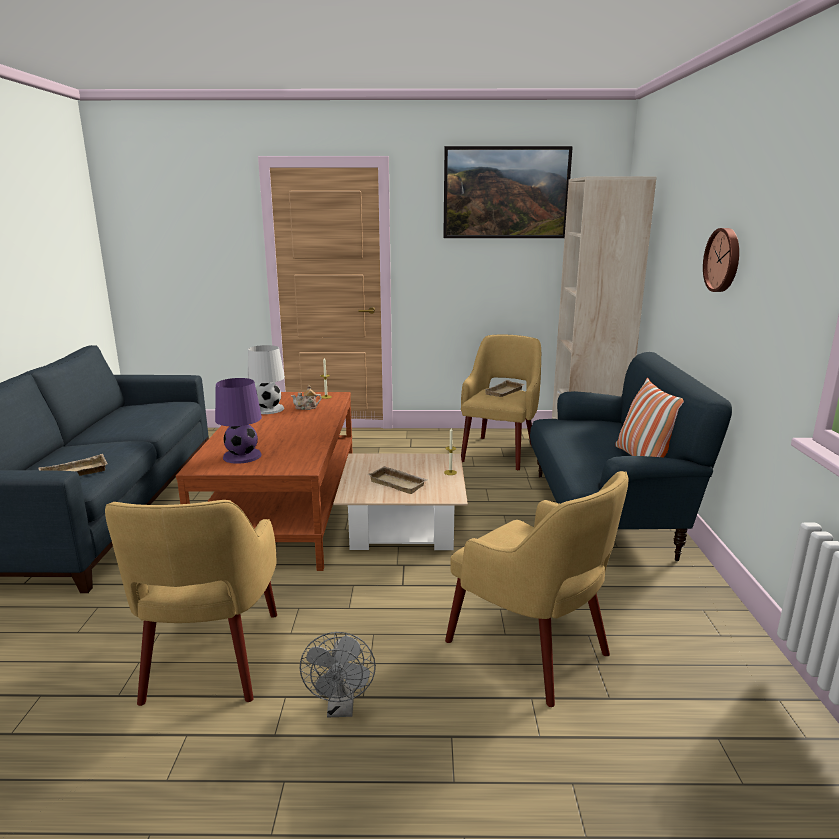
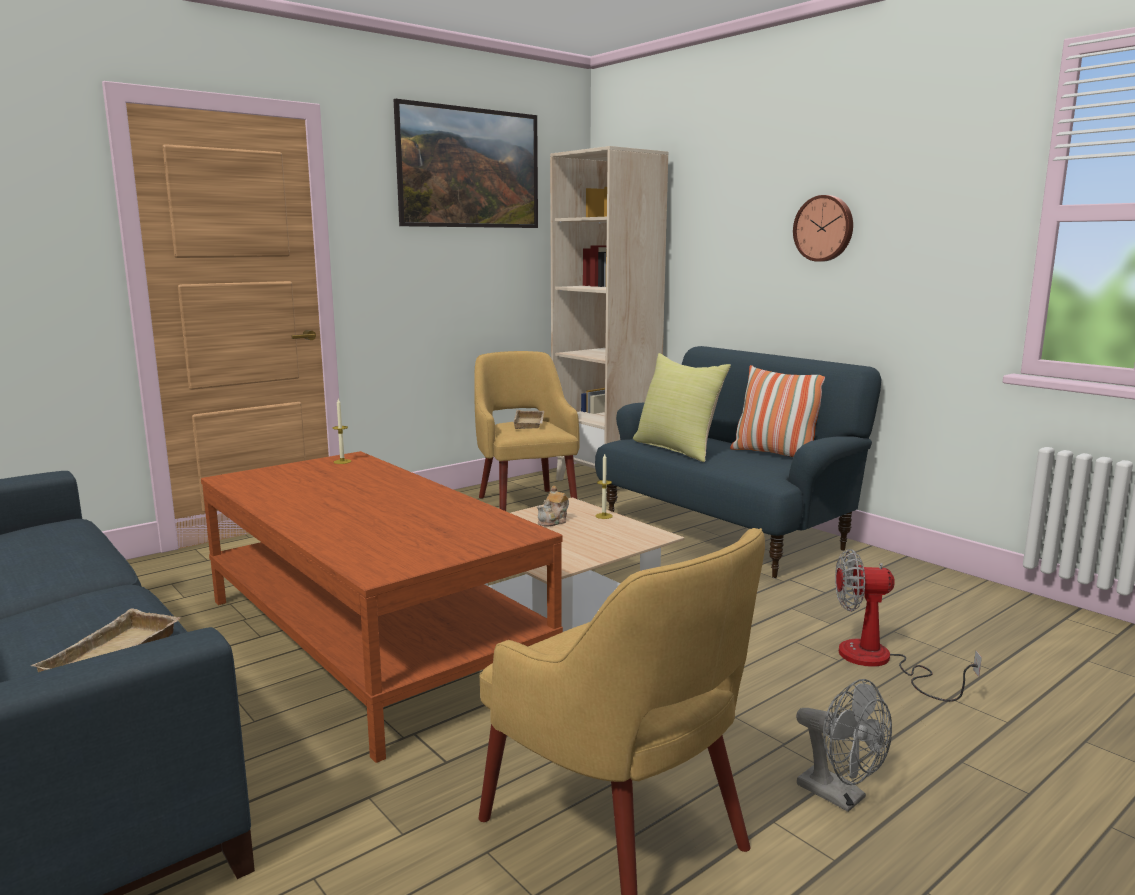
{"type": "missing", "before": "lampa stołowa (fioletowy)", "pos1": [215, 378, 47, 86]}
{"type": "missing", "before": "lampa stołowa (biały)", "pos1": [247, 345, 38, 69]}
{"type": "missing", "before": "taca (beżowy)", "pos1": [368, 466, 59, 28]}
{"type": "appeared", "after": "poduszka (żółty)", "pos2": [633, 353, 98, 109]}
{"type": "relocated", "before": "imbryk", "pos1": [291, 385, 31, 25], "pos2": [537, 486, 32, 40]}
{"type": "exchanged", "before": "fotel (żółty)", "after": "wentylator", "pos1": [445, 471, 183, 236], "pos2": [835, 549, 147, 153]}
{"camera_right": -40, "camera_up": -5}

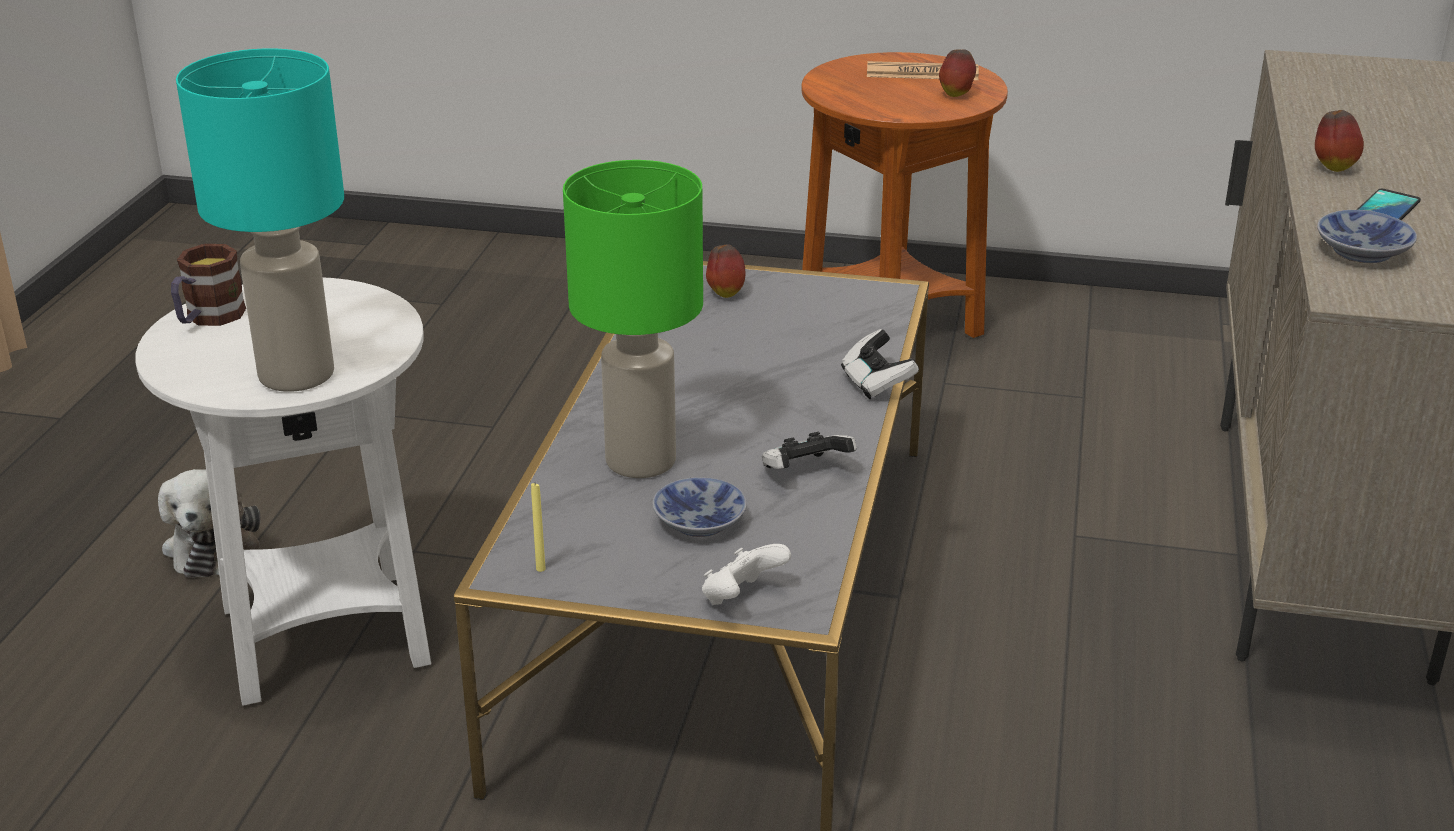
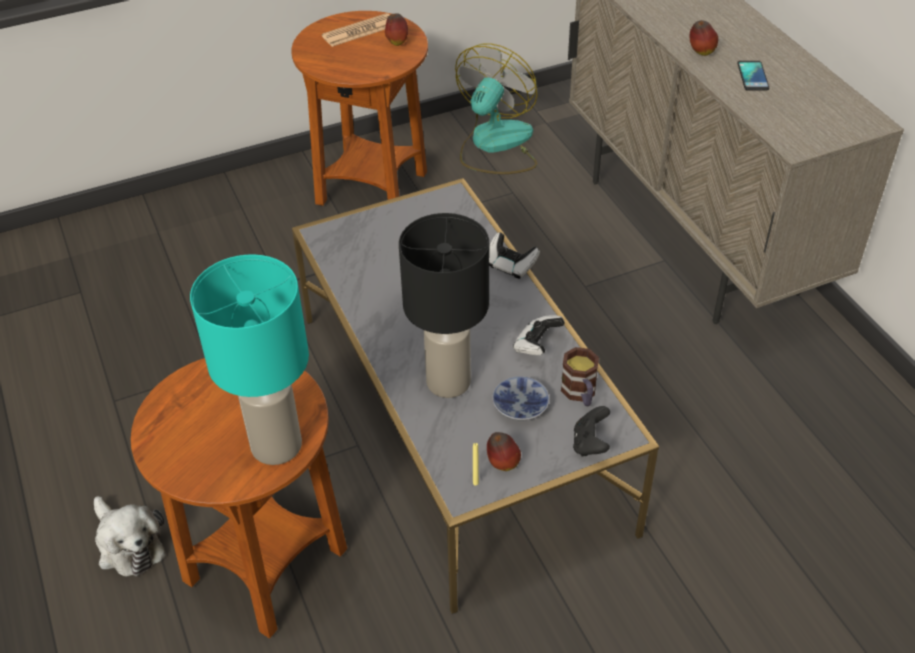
{"type": "missing", "before": "miska", "pos1": [1317, 210, 100, 53]}
{"type": "appeared", "after": "wentylator", "pos2": [455, 43, 82, 131]}
{"type": "relocated", "before": "kubek", "pos1": [171, 244, 75, 82], "pos2": [561, 347, 38, 59]}
{"type": "relocated", "before": "jabłko", "pos1": [706, 244, 39, 54], "pos2": [487, 432, 34, 39]}
{"type": "colour", "before": "stolik (biały)", "after": "stolik (brązowy)", "pos1": [135, 278, 296, 428], "pos2": [131, 358, 216, 281]}
{"type": "colour", "before": "lampa stołowa (zielony)", "after": "lampa stołowa (czarny)", "pos1": [563, 160, 140, 318], "pos2": [399, 213, 90, 185]}
{"type": "colour", "before": "pad do gier (biały)", "after": "pad do gier (czarny)", "pos1": [702, 544, 89, 61], "pos2": [573, 406, 37, 51]}
{"camera_right": -35, "camera_up": 15}

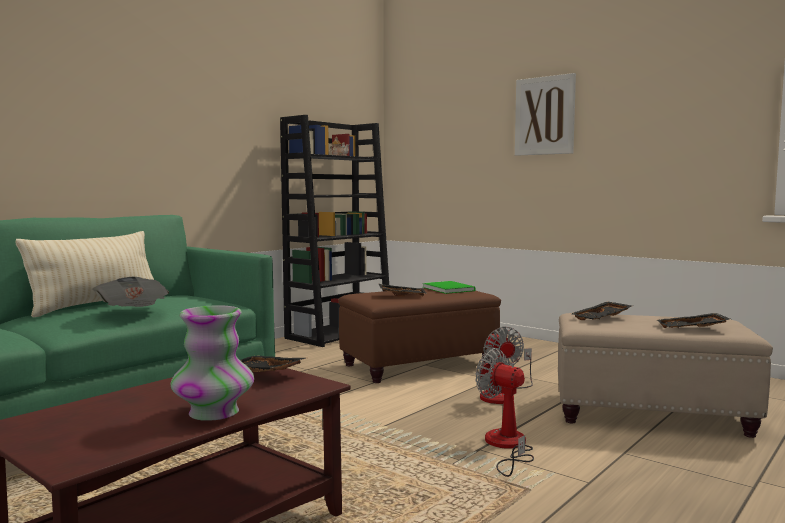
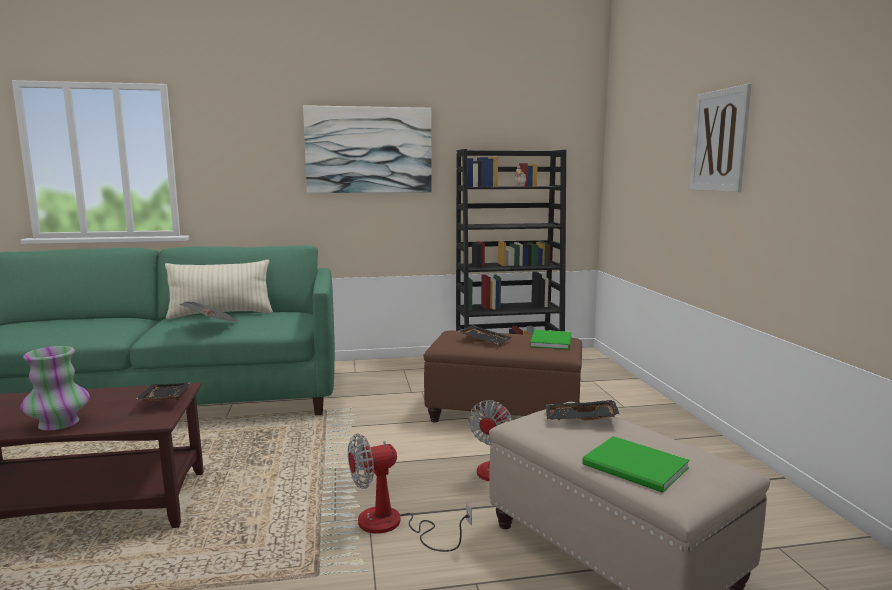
{"type": "appeared", "after": "obraz", "pos2": [303, 105, 129, 88]}
{"type": "exchanged", "before": "taca (czarny)", "after": "książka (zielony)", "pos1": [656, 313, 75, 15], "pos2": [582, 436, 108, 57]}
{"type": "spun", "before": "wentylator", "pos1": [476, 348, 58, 129], "pos2": [348, 434, 124, 118], "turn": -105}
{"camera_right": 40, "camera_up": 5}

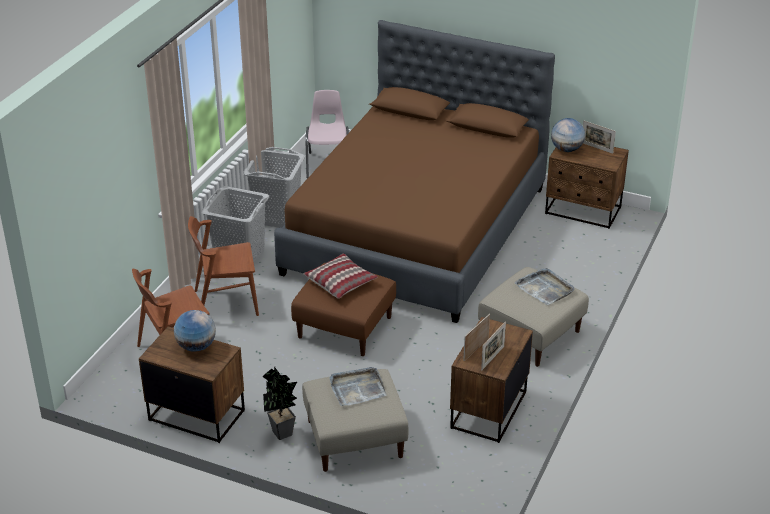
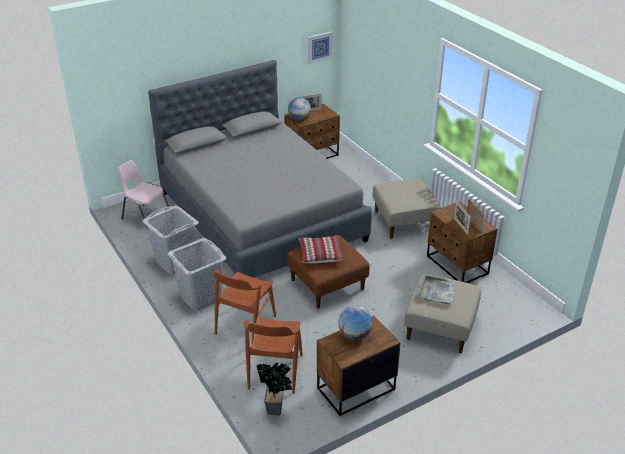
{"type": "missing", "before": "taca (szary)", "pos1": [514, 268, 60, 37]}
{"type": "appeared", "after": "obraz", "pos2": [308, 31, 25, 33]}
{"type": "relocated", "before": "roślina doniczkowa", "pos1": [262, 366, 35, 74], "pos2": [256, 360, 36, 55]}
{"type": "colour", "before": "łóżko (brązowy)", "after": "łóżko (szary)", "pos1": [274, 20, 281, 303], "pos2": [148, 60, 224, 218]}
{"camera_right": -55, "camera_up": 0}

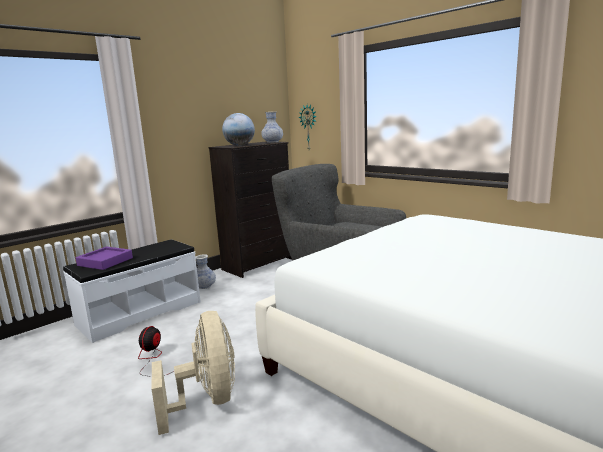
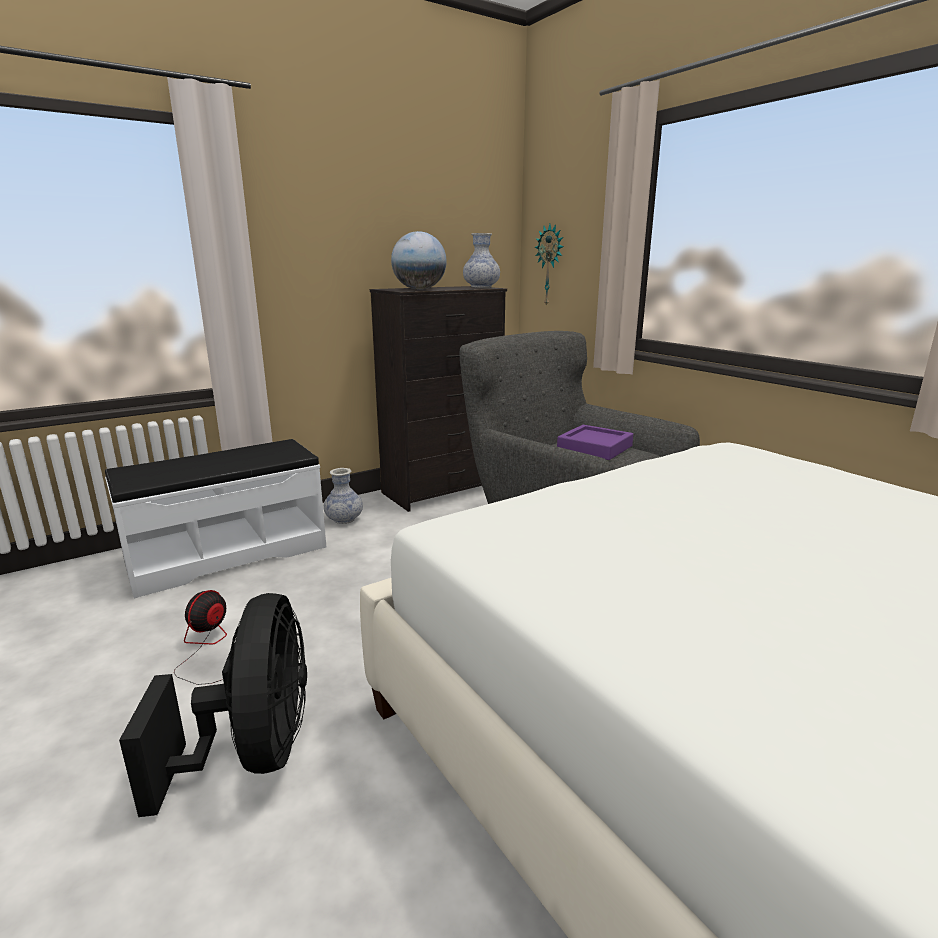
{"type": "relocated", "before": "taca (fioletowy)", "pos1": [76, 247, 57, 23], "pos2": [557, 425, 76, 35]}
{"type": "colour", "before": "wentylator (beżowy)", "after": "wentylator (czarny)", "pos1": [152, 311, 83, 124], "pos2": [119, 593, 188, 224]}
{"camera_right": 10, "camera_up": 5}

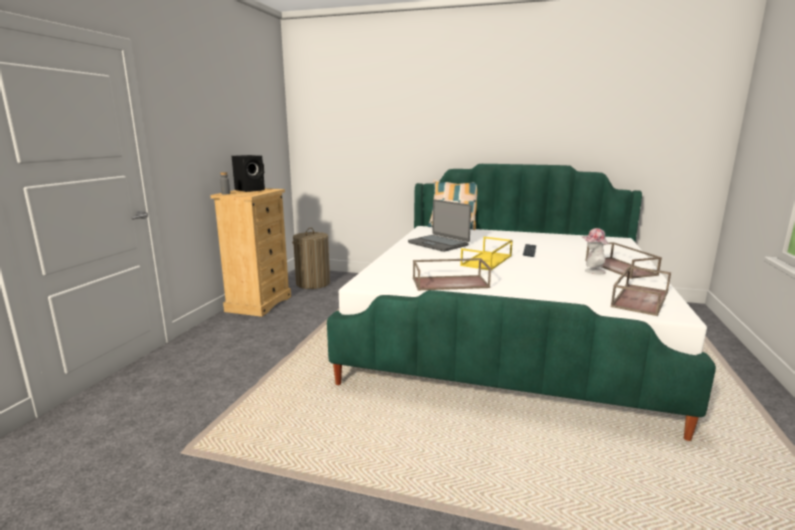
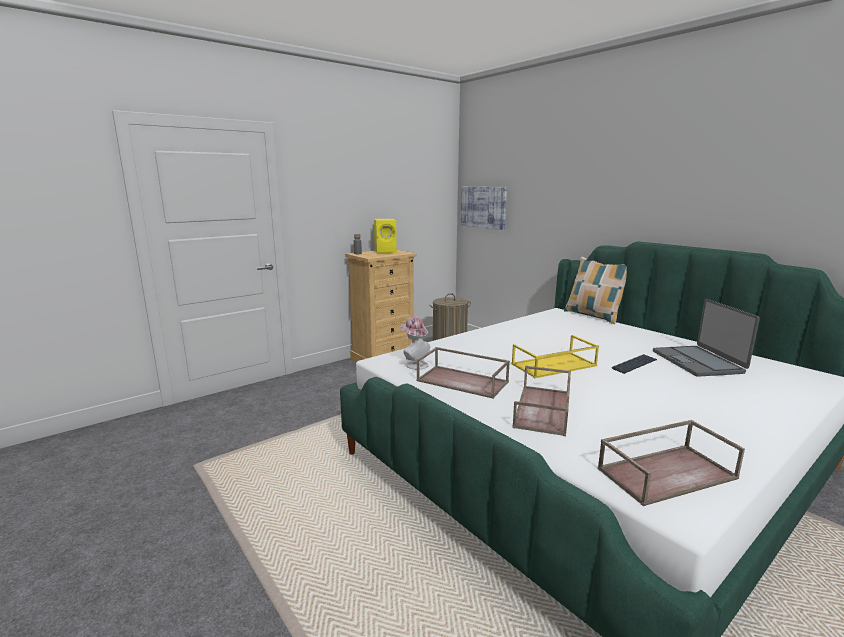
{"type": "appeared", "after": "obraz", "pos2": [461, 187, 46, 43]}
{"type": "relocated", "before": "laptop", "pos1": [408, 200, 63, 52], "pos2": [653, 299, 107, 78]}
{"type": "relocated", "before": "kapelusz", "pos1": [582, 228, 27, 46], "pos2": [400, 316, 30, 54]}
{"type": "relocated", "before": "taca (brązowy)", "pos1": [585, 242, 77, 37], "pos2": [512, 366, 59, 70]}
{"type": "colour", "before": "głośnik (czarny)", "after": "głośnik (żółty)", "pos1": [232, 155, 33, 37], "pos2": [374, 219, 23, 34]}
{"camera_right": 35, "camera_up": 0}

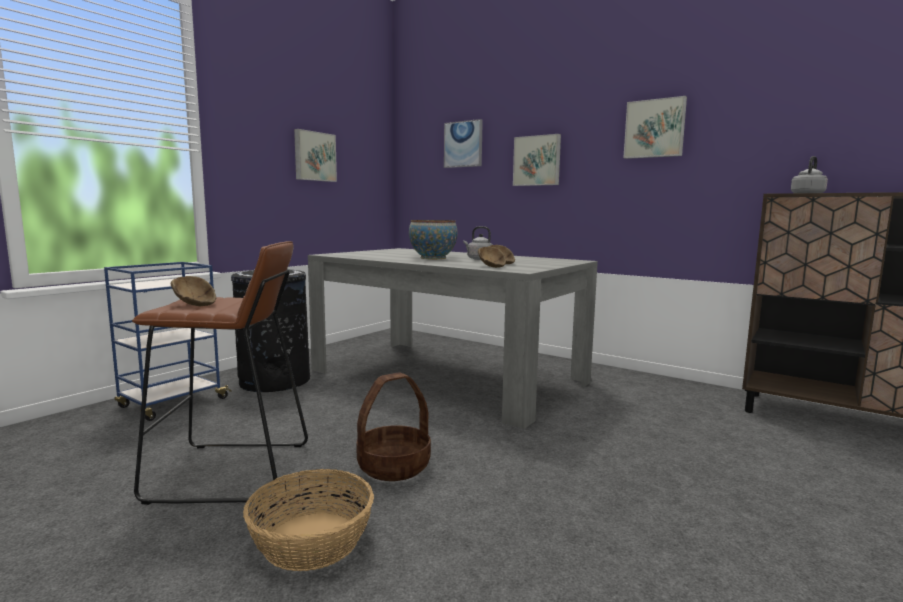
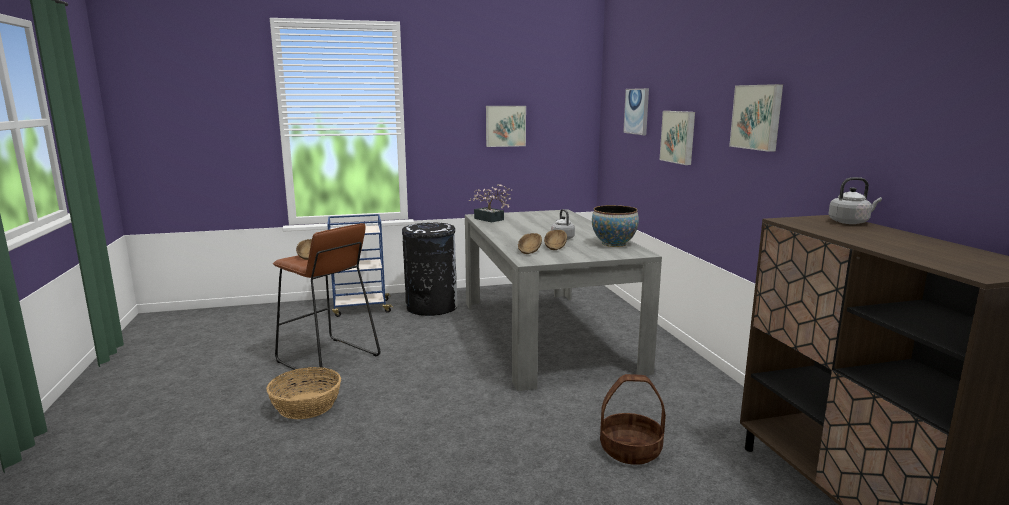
{"type": "appeared", "after": "roślina doniczkowa", "pos2": [469, 184, 44, 38]}
{"type": "relocated", "before": "koszyk", "pos1": [356, 373, 75, 108], "pos2": [600, 374, 66, 91]}
{"type": "relocated", "before": "miska", "pos1": [409, 220, 49, 39], "pos2": [592, 205, 47, 42]}
{"camera_right": 40, "camera_up": 5}

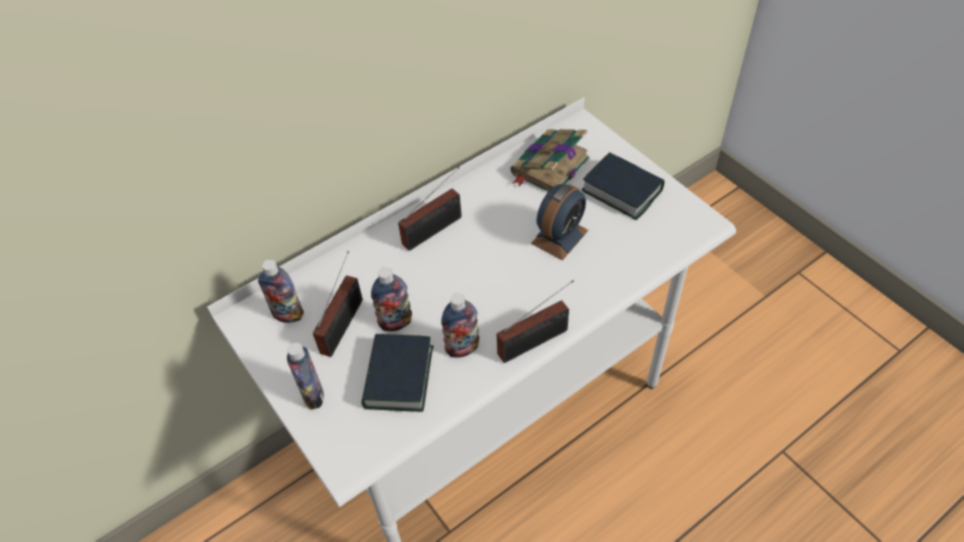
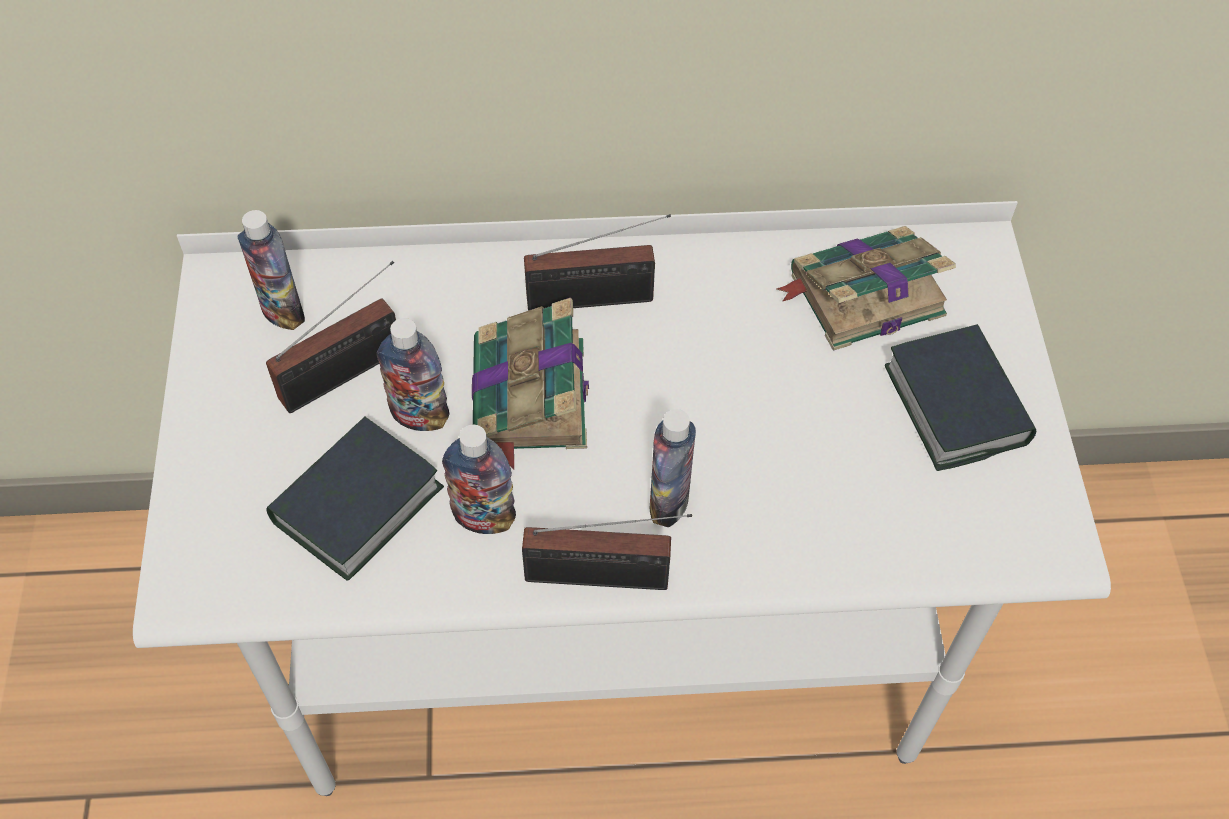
{"type": "missing", "before": "budzik", "pos1": [531, 184, 57, 76]}
{"type": "appeared", "after": "książka", "pos2": [472, 298, 117, 171]}
{"type": "relocated", "before": "butelka", "pos1": [287, 342, 37, 68], "pos2": [650, 409, 46, 118]}
{"camera_right": 30, "camera_up": 5}

